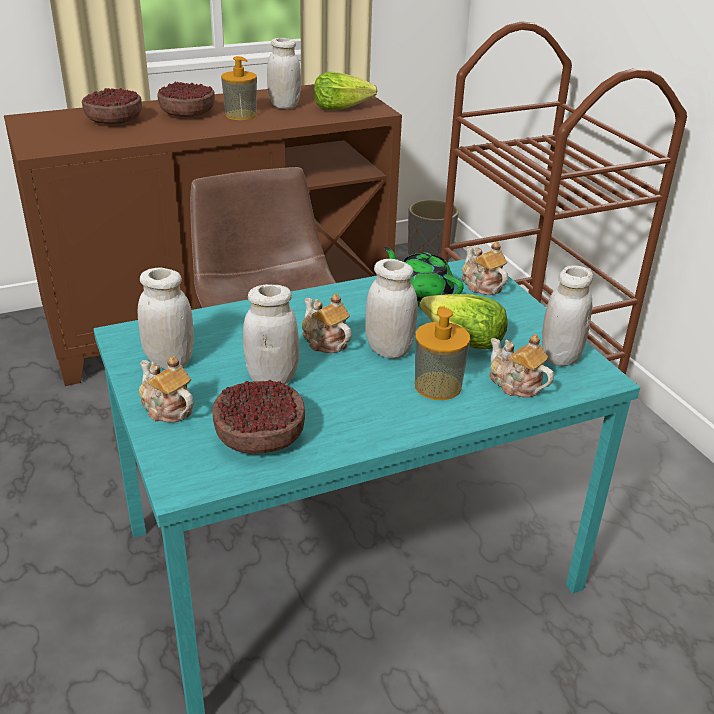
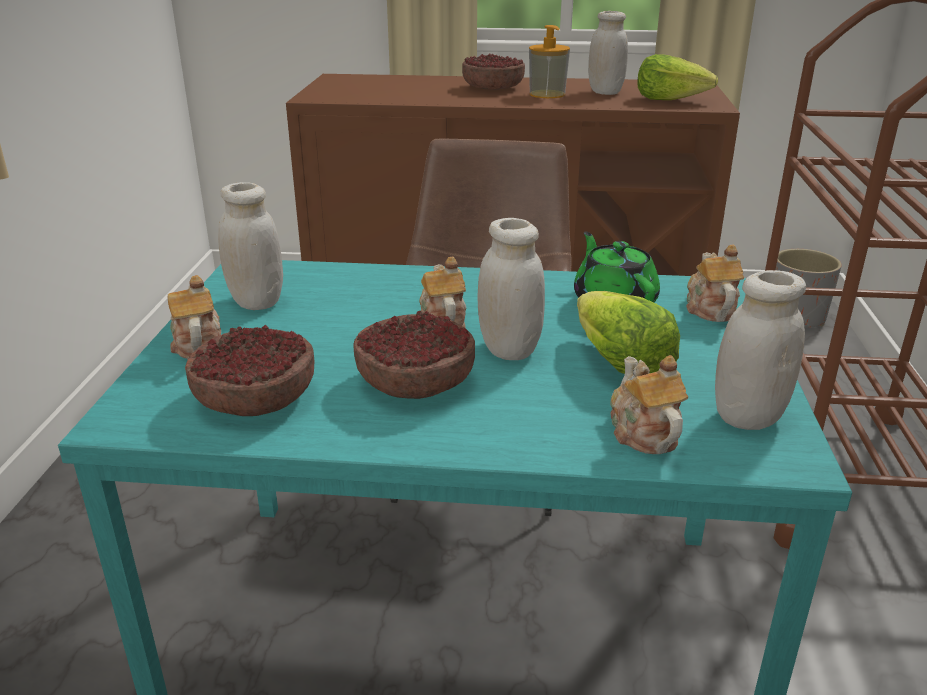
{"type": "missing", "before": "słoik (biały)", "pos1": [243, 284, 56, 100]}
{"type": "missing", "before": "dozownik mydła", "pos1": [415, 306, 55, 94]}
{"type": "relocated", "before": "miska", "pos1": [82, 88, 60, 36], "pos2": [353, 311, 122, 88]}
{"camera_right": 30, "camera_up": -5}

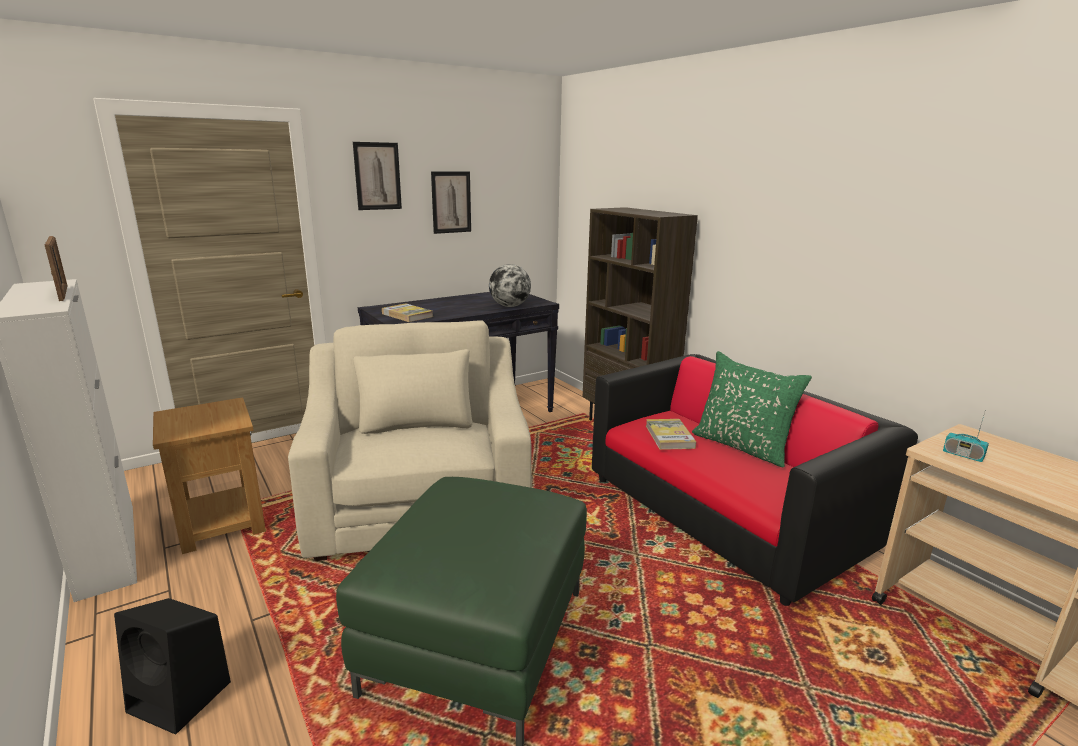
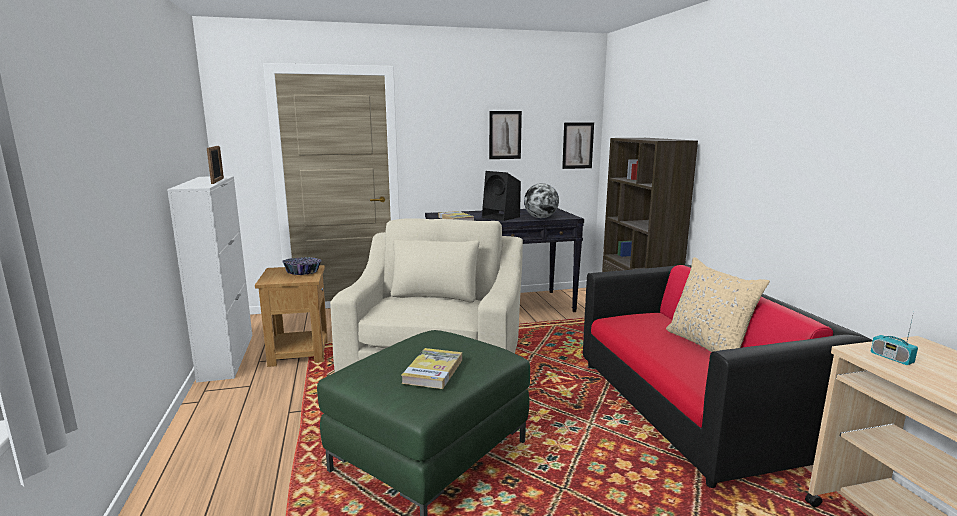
{"type": "appeared", "after": "miska", "pos2": [282, 257, 39, 18]}
{"type": "relocated", "before": "głośnik (czarny)", "pos1": [114, 598, 117, 136], "pos2": [482, 171, 39, 50]}
{"type": "relocated", "before": "obraz", "pos1": [353, 142, 49, 68], "pos2": [562, 123, 32, 46]}
{"type": "relocated", "before": "książka", "pos1": [646, 419, 50, 31], "pos2": [401, 348, 61, 41]}
{"type": "colour", "before": "poduszka (zielony)", "after": "poduszka (beżowy)", "pos1": [692, 351, 120, 117], "pos2": [666, 257, 104, 95]}
{"camera_right": 20, "camera_up": -5}

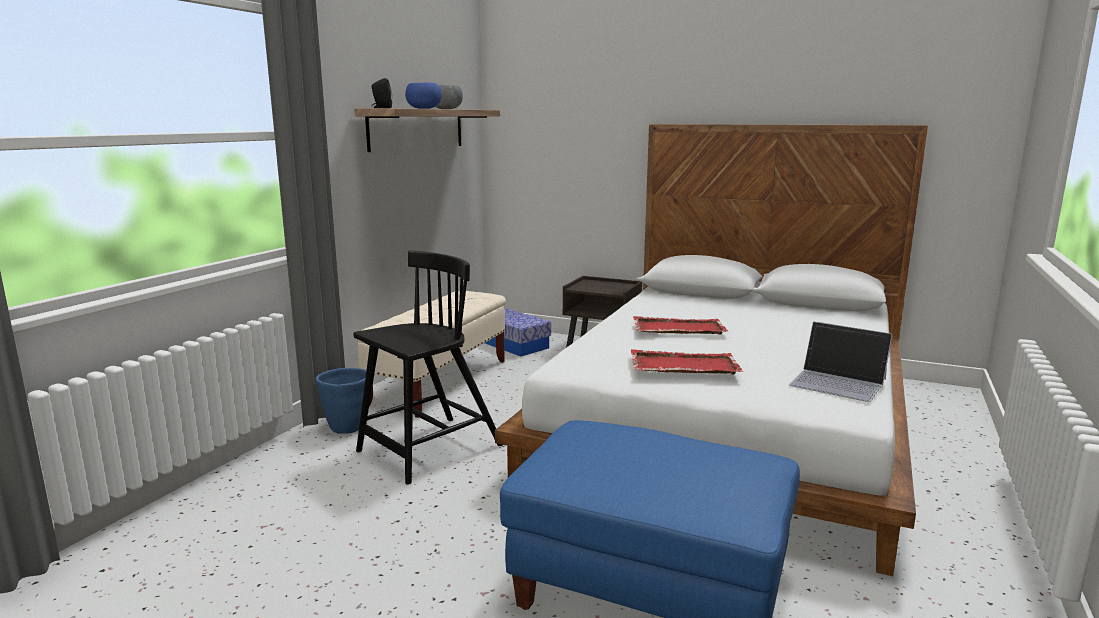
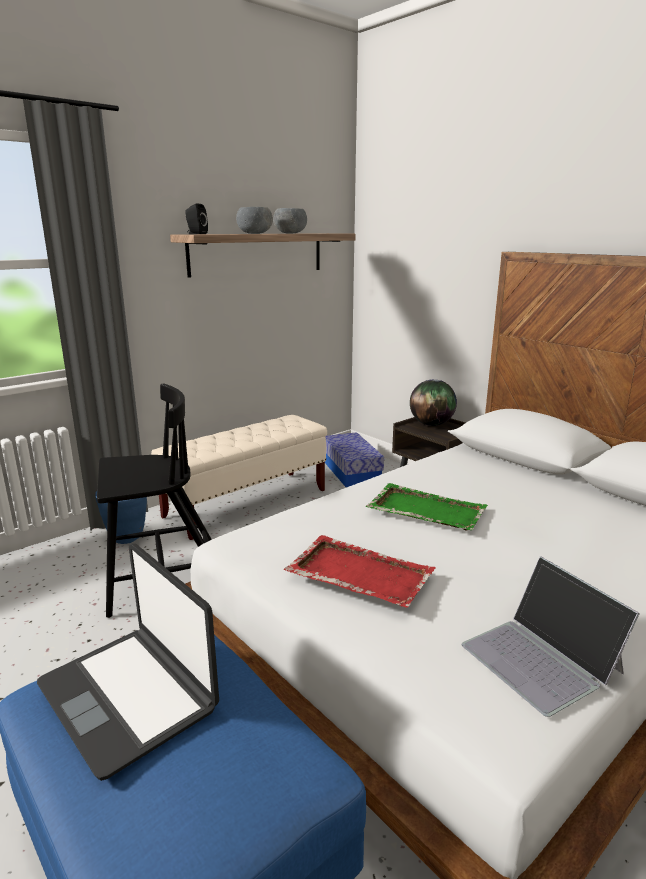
{"type": "appeared", "after": "laptop", "pos2": [37, 543, 182, 238]}
{"type": "appeared", "after": "globus", "pos2": [410, 379, 47, 47]}
{"type": "colour", "before": "miska (niebieski)", "after": "miska (szary)", "pos1": [405, 82, 37, 27], "pos2": [236, 207, 37, 27]}
{"type": "colour", "before": "taca (czerwony)", "after": "taca (zielony)", "pos1": [633, 316, 95, 19], "pos2": [366, 483, 122, 47]}
{"camera_right": 25, "camera_up": 5}

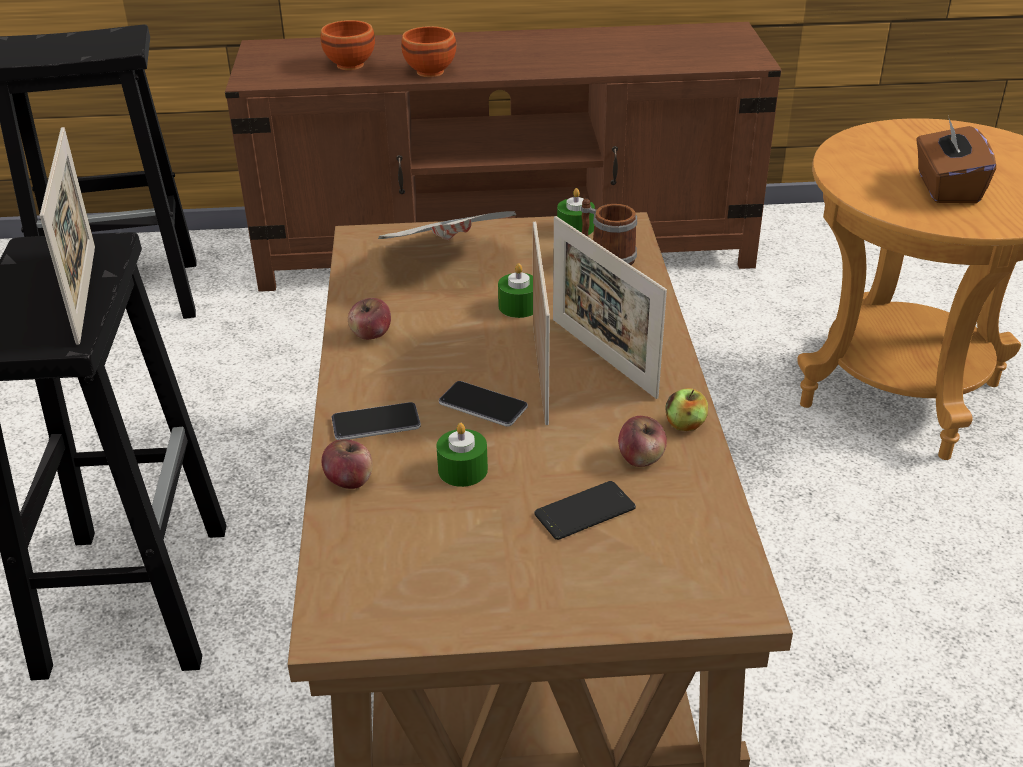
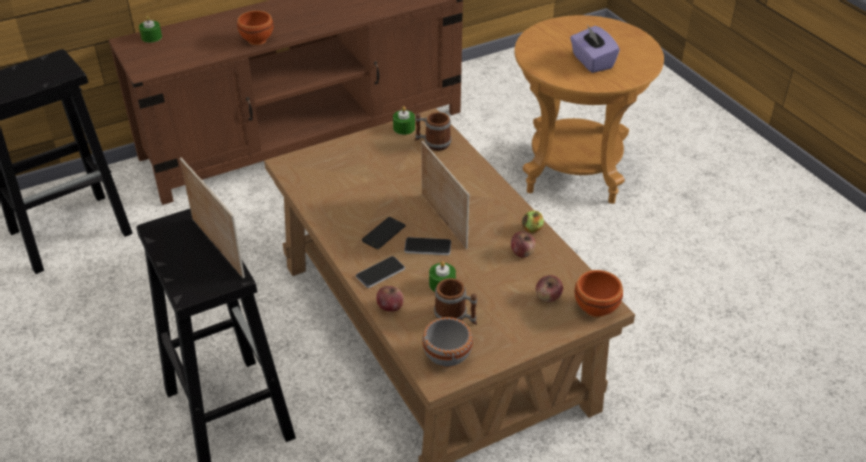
{"type": "missing", "before": "gazeta", "pos1": [378, 211, 138, 29]}
{"type": "missing", "before": "ramka na zdjęcie", "pos1": [553, 216, 114, 183]}
{"type": "appeared", "after": "miska (szary)", "pos2": [422, 317, 51, 50]}
{"type": "appeared", "after": "kubek", "pos2": [434, 278, 43, 47]}
{"type": "relocated", "before": "miska (brązowy)", "pos1": [320, 20, 55, 50], "pos2": [575, 270, 48, 47]}
{"type": "relocated", "before": "jabłko", "pos1": [348, 298, 43, 42], "pos2": [536, 275, 27, 27]}
{"type": "relocated", "before": "świeca (zielony)", "pos1": [498, 264, 35, 54], "pos2": [139, 16, 23, 27]}
{"type": "relocated", "before": "telefon", "pos1": [535, 481, 101, 59], "pos2": [362, 217, 44, 32]}
{"type": "colour", "before": "pudełko chusteczek (brązowy)", "after": "pudełko chusteczek (fioletowy)", "pos1": [916, 115, 80, 88], "pos2": [570, 26, 50, 47]}
{"camera_right": -25, "camera_up": 5}

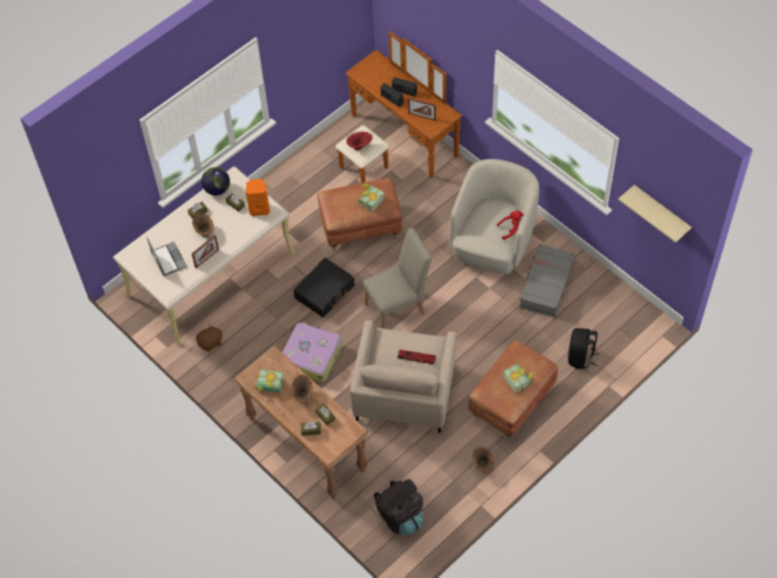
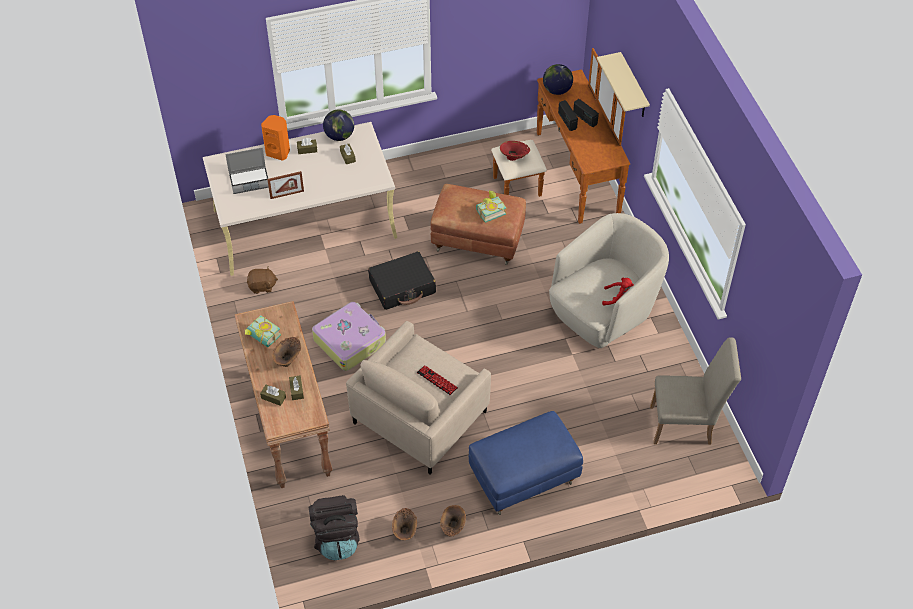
{"type": "missing", "before": "ramka na zdjęcie", "pos1": [408, 97, 28, 24]}
{"type": "missing", "before": "książka", "pos1": [503, 364, 31, 29]}
{"type": "missing", "before": "walizka (szary)", "pos1": [519, 244, 56, 74]}
{"type": "missing", "before": "plecak (czarny)", "pos1": [568, 328, 31, 41]}
{"type": "appeared", "after": "globus", "pos2": [543, 64, 30, 31]}
{"type": "relocated", "before": "wazon (brązowy)", "pos1": [192, 213, 22, 24], "pos2": [392, 508, 25, 32]}
{"type": "relocated", "before": "głośnik (pomarańczowy)", "pos1": [246, 179, 24, 37], "pos2": [261, 115, 29, 46]}
{"type": "relocated", "before": "krzesło (beżowy)", "pos1": [363, 228, 70, 101], "pos2": [650, 337, 91, 108]}
{"type": "relocated", "before": "półka (beżowy)", "pos1": [618, 185, 74, 58], "pos2": [597, 52, 53, 65]}
{"type": "colour", "before": "pufa (brązowy)", "after": "pufa (niebieski)", "pos1": [468, 340, 90, 99], "pos2": [469, 411, 114, 104]}
{"type": "spun", "before": "laptop", "pos1": [147, 237, 40, 40], "pos2": [225, 148, 44, 46], "turn": 75}
{"camera_right": 25, "camera_up": -5}

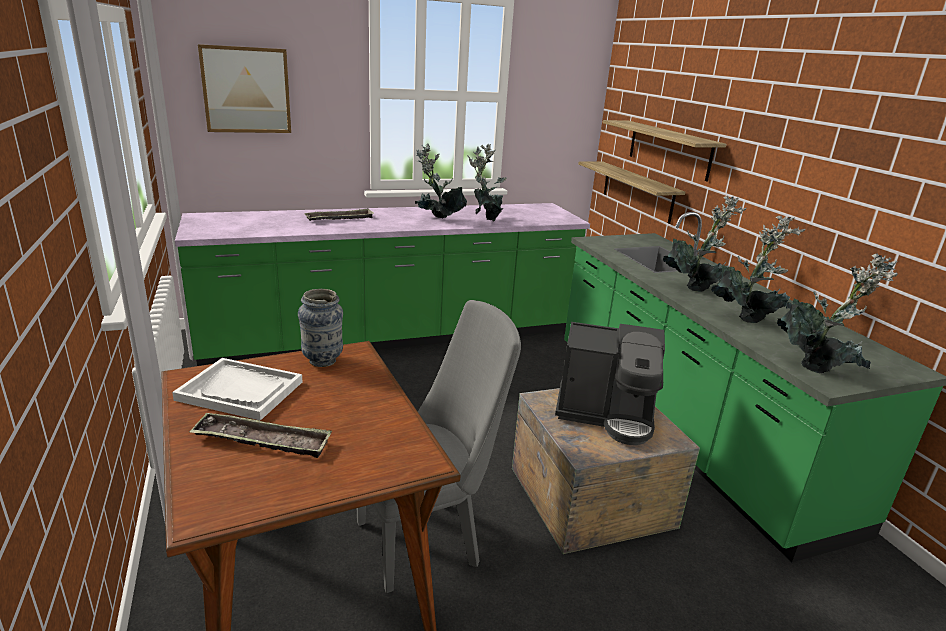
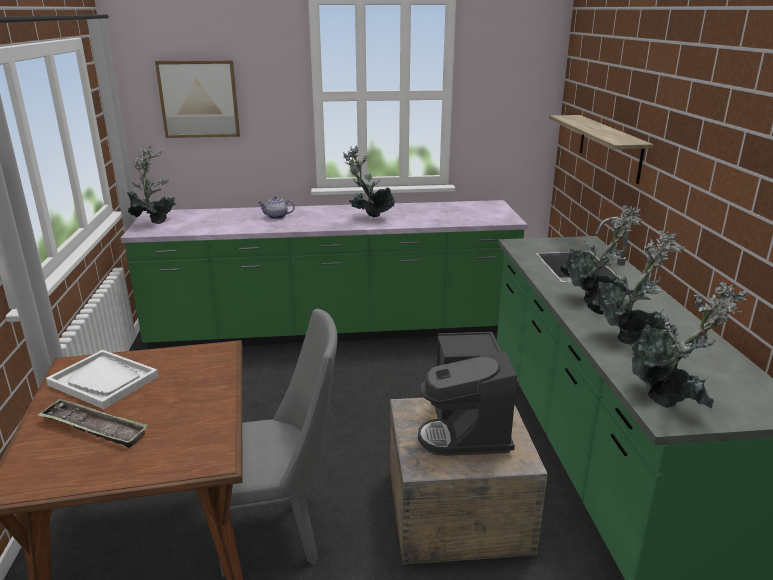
{"type": "missing", "before": "wazon", "pos1": [298, 289, 45, 78]}
{"type": "missing", "before": "półka", "pos1": [578, 162, 107, 62]}
{"type": "relocated", "before": "roślina doniczkowa", "pos1": [467, 144, 39, 78], "pos2": [127, 146, 50, 78]}
{"type": "exchanged", "before": "taca", "after": "imbryk", "pos1": [304, 208, 70, 13], "pos2": [258, 196, 36, 23]}
{"type": "spun", "before": "ekspres do kawy", "pos1": [555, 322, 110, 123], "pos2": [418, 332, 99, 124], "turn": 60}
{"camera_right": 15, "camera_up": 0}

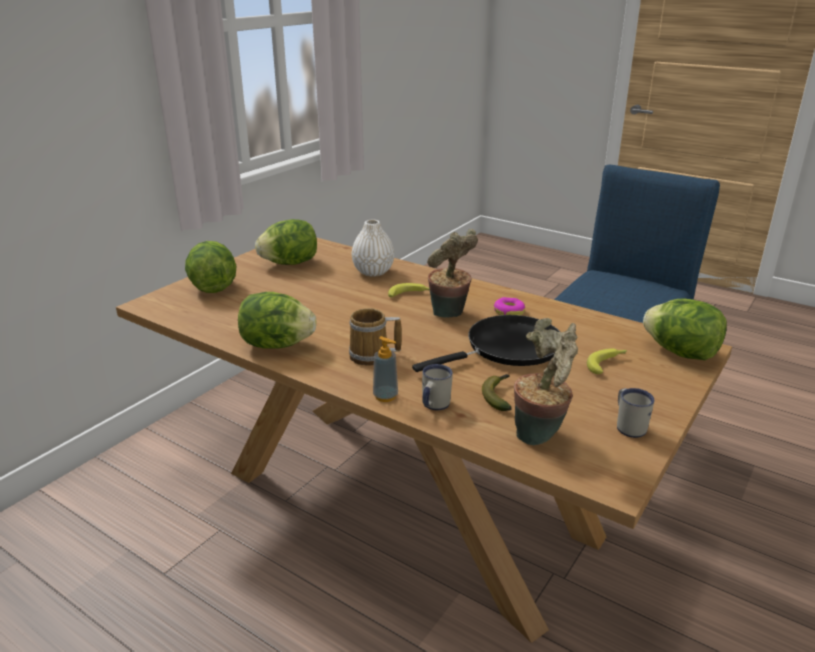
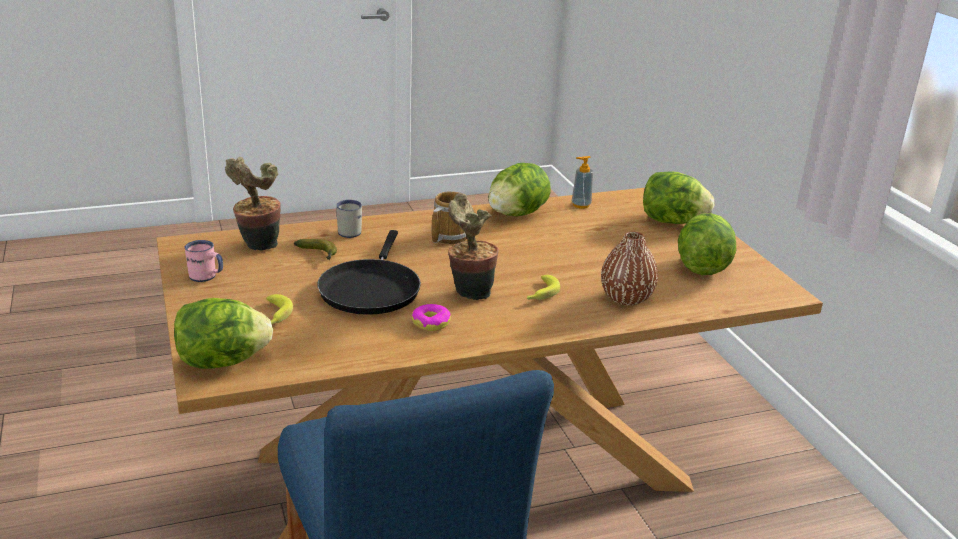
{"type": "relocated", "before": "dozownik mydła", "pos1": [373, 336, 25, 66], "pos2": [572, 156, 21, 53]}
{"type": "colour", "before": "wazon (biały)", "after": "wazon (brązowy)", "pos1": [352, 220, 42, 57], "pos2": [601, 231, 57, 74]}
{"type": "colour", "before": "kubek (biały)", "after": "kubek (różowy)", "pos1": [617, 388, 37, 50], "pos2": [185, 240, 38, 42]}
{"camera_right": 125, "camera_up": 0}

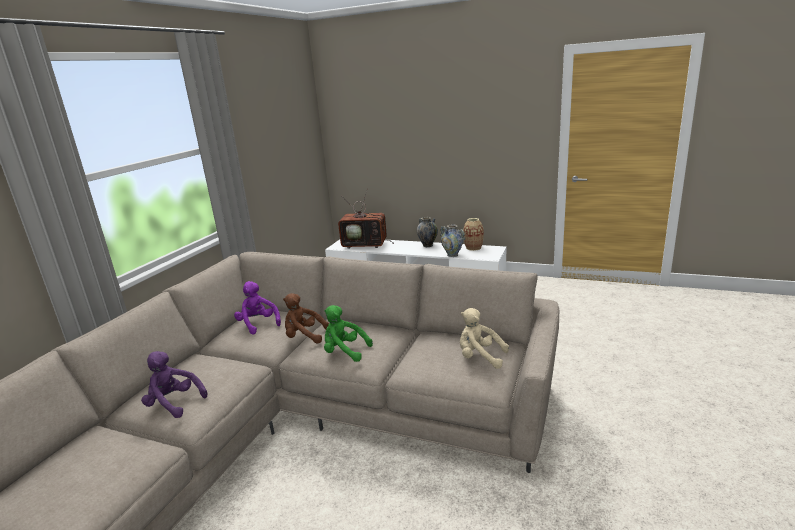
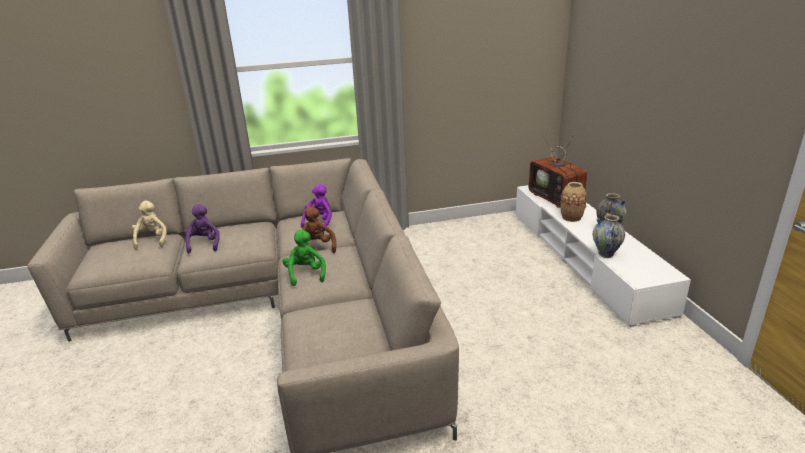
{"type": "relocated", "before": "pluszak (beżowy)", "pos1": [460, 308, 49, 61], "pos2": [132, 201, 35, 48]}
{"type": "relocated", "before": "wazon", "pos1": [463, 218, 21, 33], "pos2": [560, 182, 27, 40]}
{"camera_right": 55, "camera_up": 5}

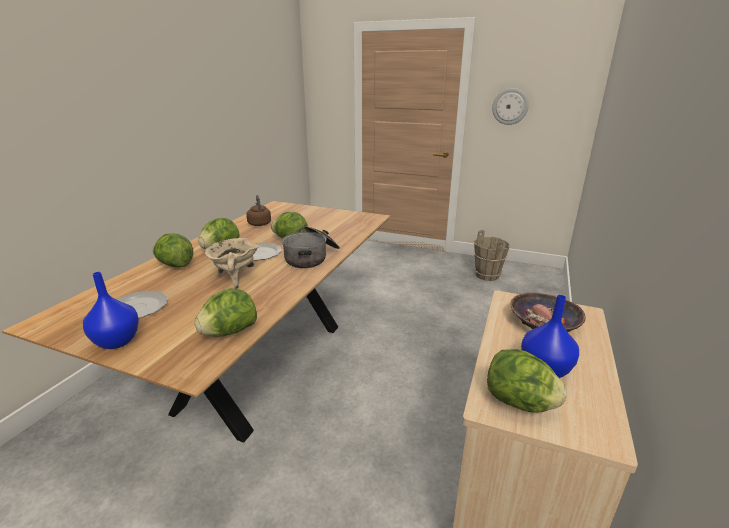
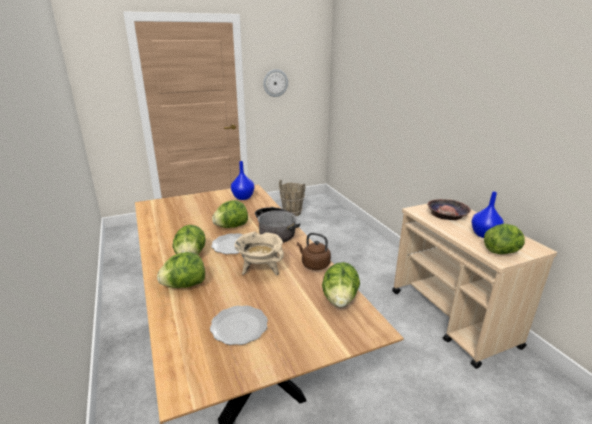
{"type": "relocated", "before": "wazon (niebieski)", "pos1": [83, 272, 56, 77], "pos2": [231, 161, 23, 39]}
{"type": "relocated", "before": "czajnik (brązowy)", "pos1": [246, 195, 25, 31], "pos2": [297, 233, 34, 37]}
{"camera_right": -45, "camera_up": 0}

